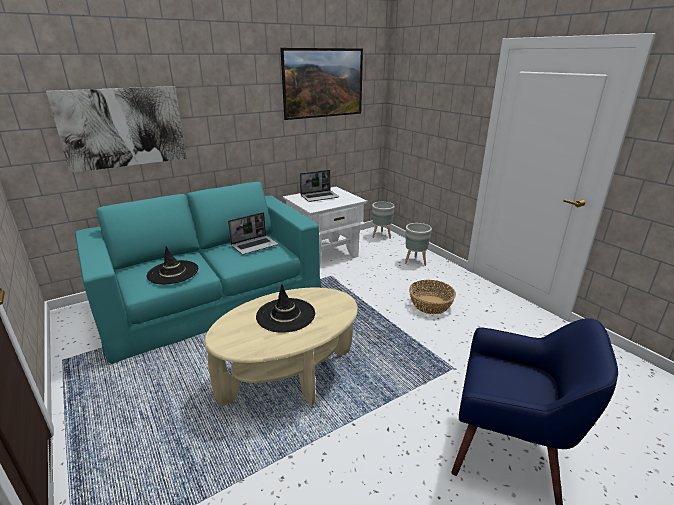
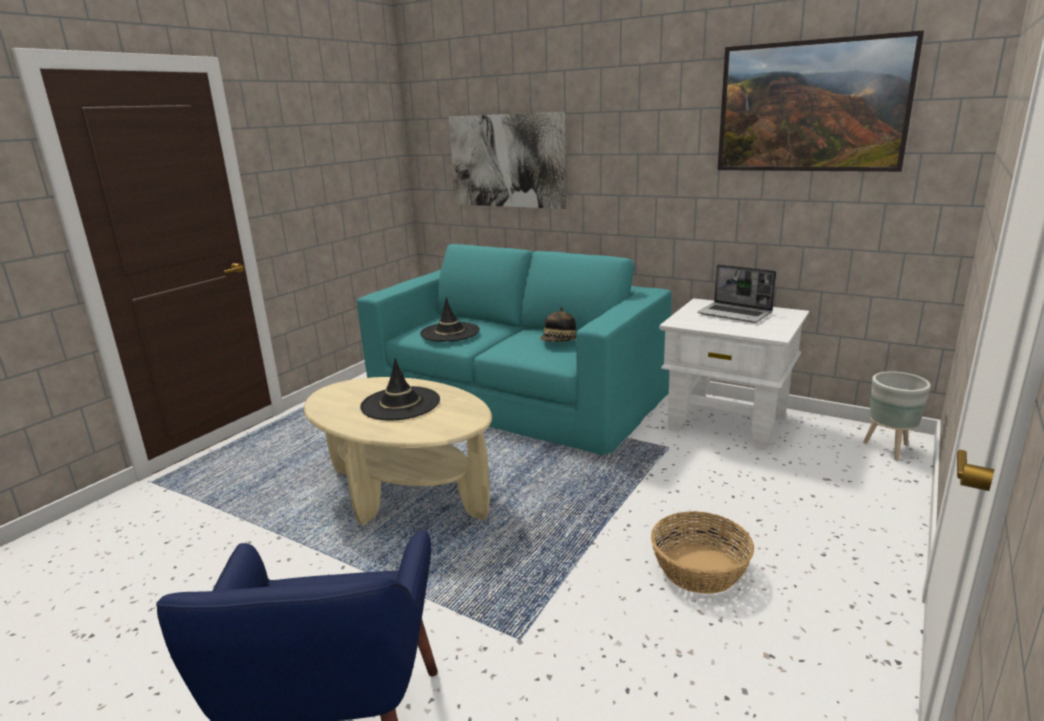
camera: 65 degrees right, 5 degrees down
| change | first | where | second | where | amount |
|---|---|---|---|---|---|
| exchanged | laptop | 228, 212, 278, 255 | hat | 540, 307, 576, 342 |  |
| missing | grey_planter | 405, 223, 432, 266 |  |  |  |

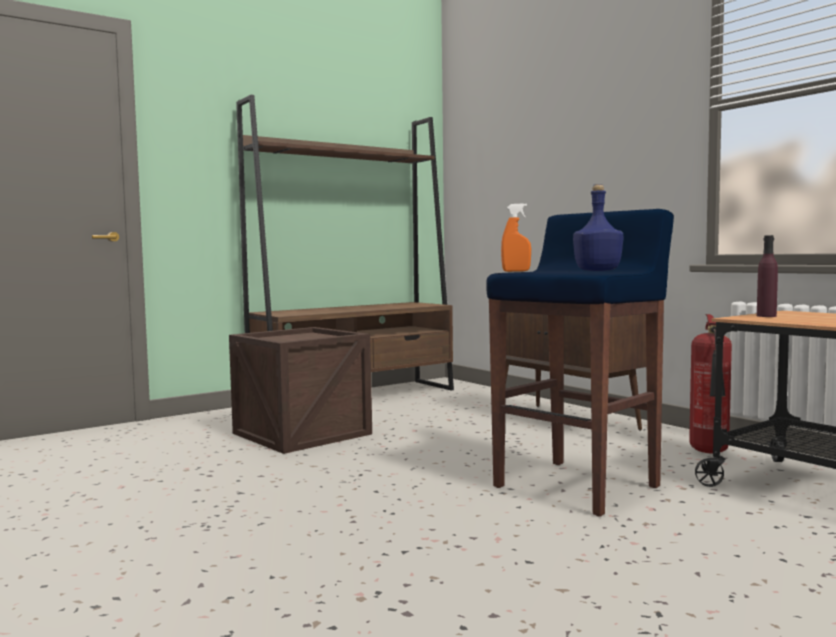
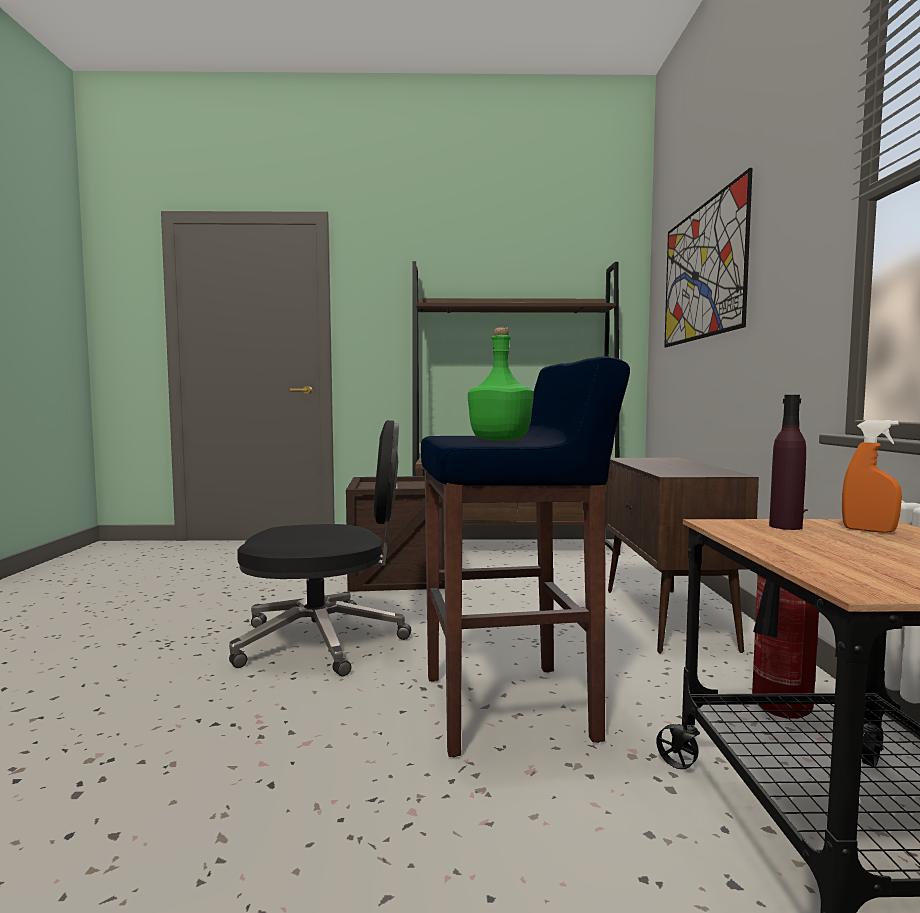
camera: 35 degrees right, 0 degrees up
| change | first | where | second | where | amount |
|---|---|---|---|---|---|
| relocated | orange_spray_bottle | 501, 203, 531, 272 |  | 842, 420, 902, 533 |  |
| colour | blue_bottle | 573, 184, 623, 271 | green_bottle | 468, 327, 533, 440 |  |
| appeared |  |  | black_office_chair | 229, 420, 411, 677 |  |
| appeared |  |  | picture | 664, 168, 753, 347 |  |

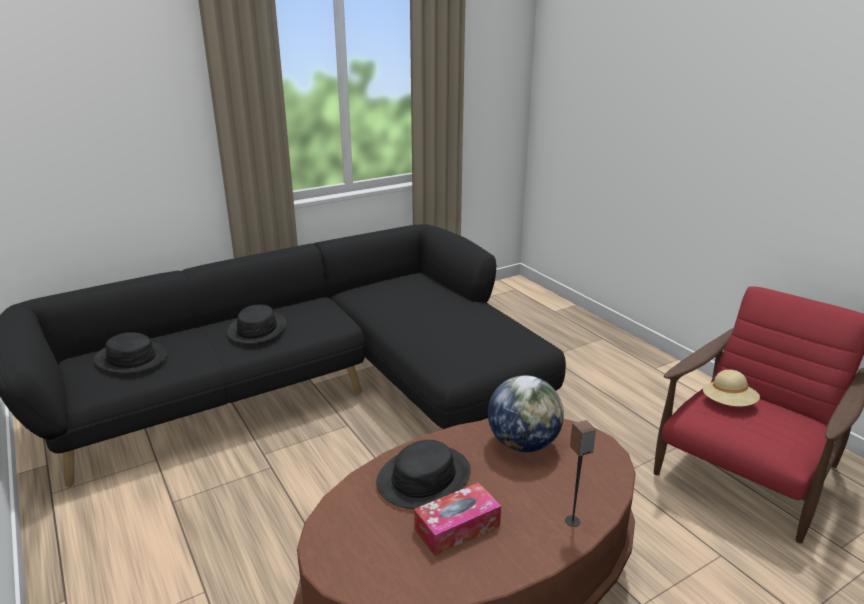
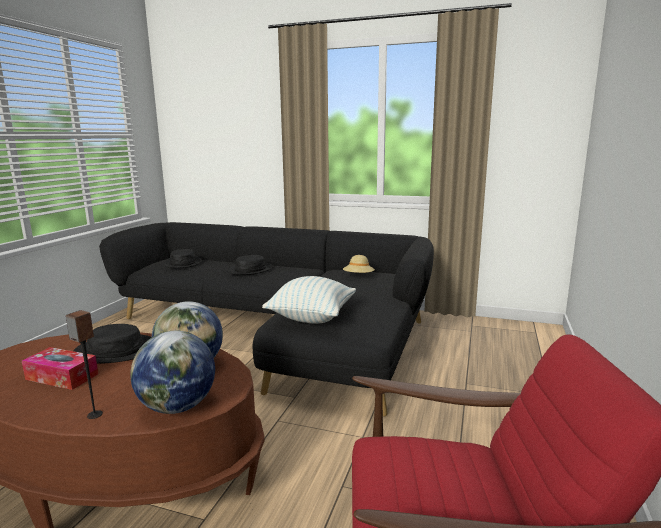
camera: 50 degrees right, 10 degrees down
| change | first | where | second | where | amount |
|---|---|---|---|---|---|
| relocated | beige_hat | 703, 370, 760, 407 |  | 343, 255, 375, 273 |  |
| appeared |  |  | globe | 130, 330, 215, 414 |  |
| appeared |  |  | pillow | 262, 276, 356, 324 |  |

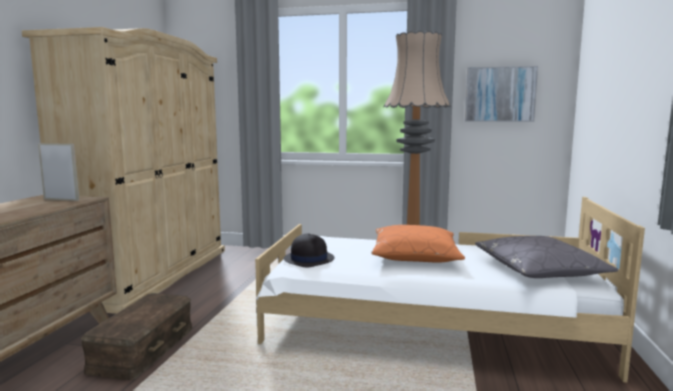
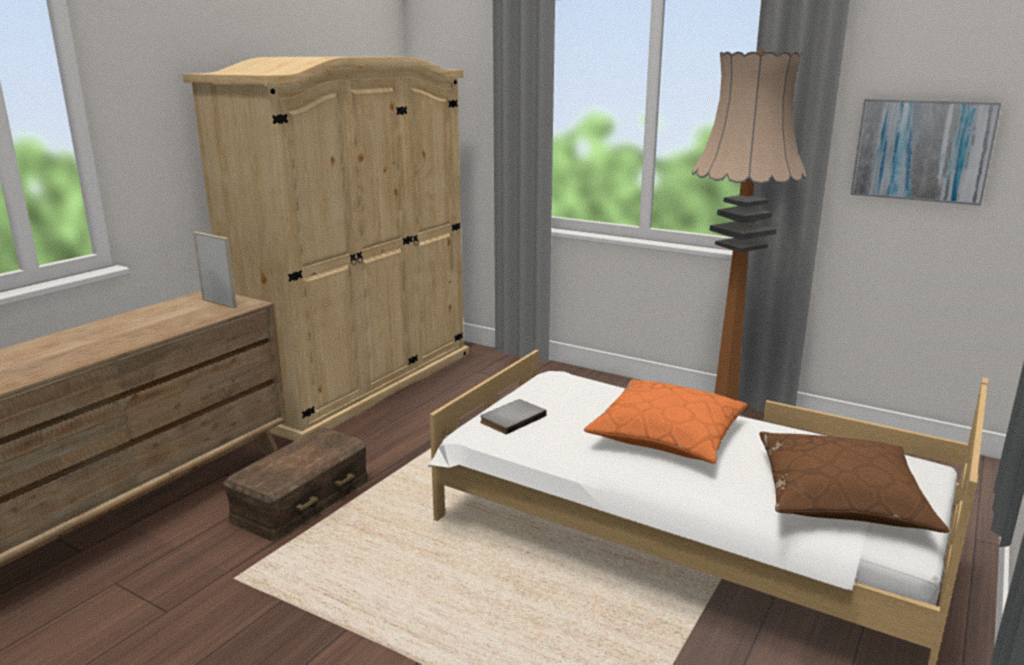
camera: 20 degrees right, 10 degrees up
| change | first | where | second | where | amount |
|---|---|---|---|---|---|
| exchanged | black_hat | 284, 233, 335, 267 | grey_book | 480, 399, 547, 434 |  |
| colour | grey_pillow | 475, 236, 618, 278 | brown_pillow | 760, 432, 949, 533 |  |

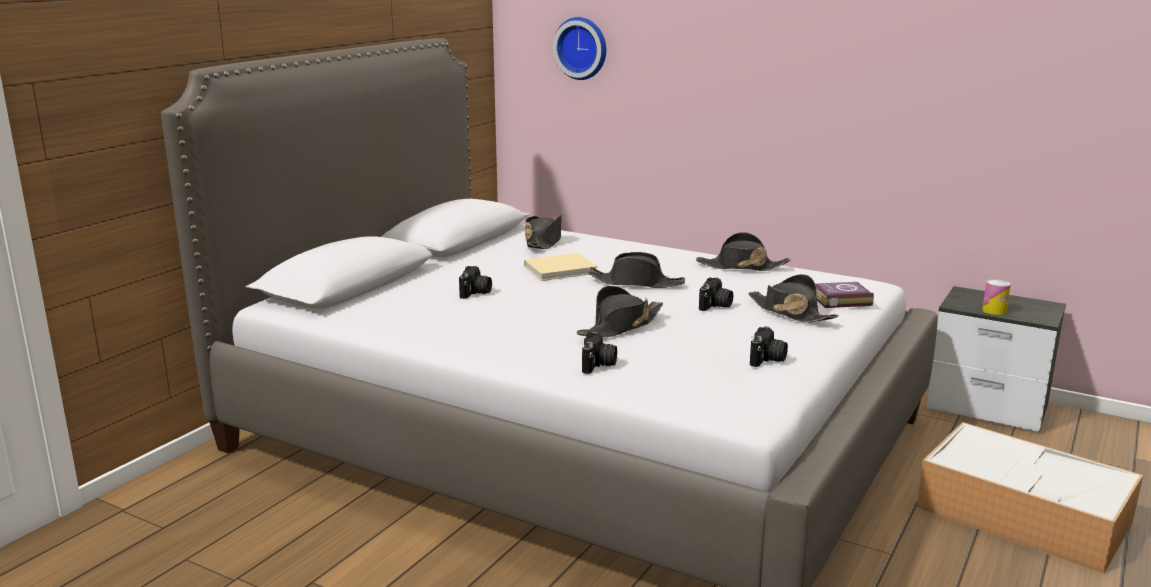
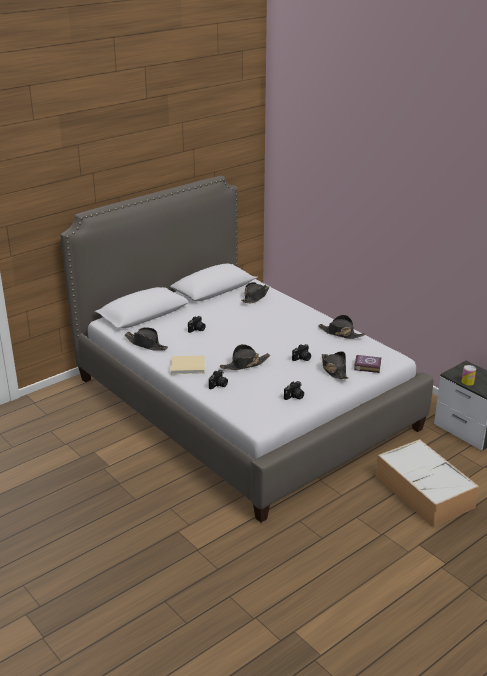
camera: 20 degrees right, 10 degrees up
| change | first | where | second | where | amount |
|---|---|---|---|---|---|
| relocated | beige_book | 524, 253, 598, 281 |  | 170, 355, 205, 374 |  |
| missing | wall_clock | 553, 17, 606, 80 |  |  |  |
| relocated | black_hat | 588, 252, 685, 288 |  | 125, 327, 168, 351 |  |

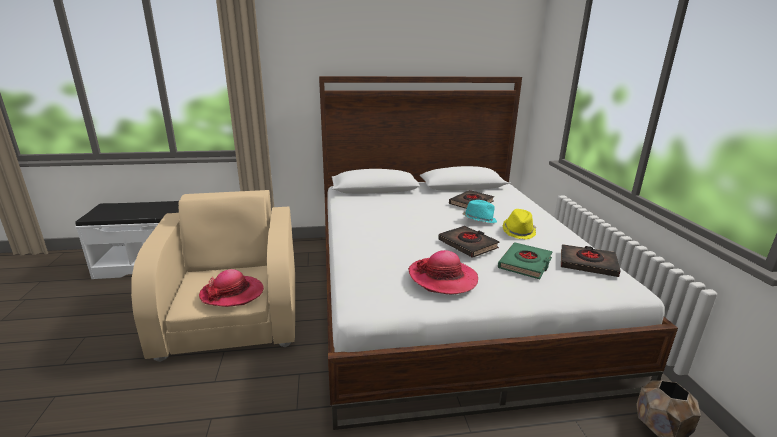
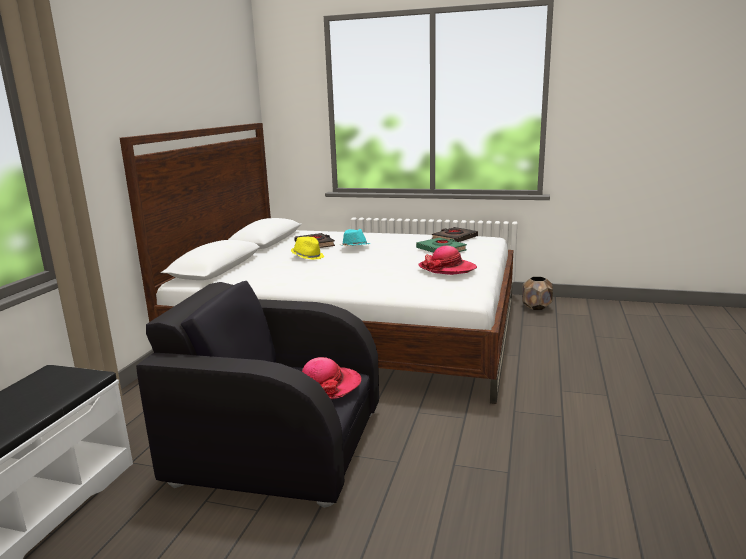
camera: 65 degrees left, 5 degrees down
| change | first | where | second | where | amount |
|---|---|---|---|---|---|
| colour | beige_armchair | 131, 190, 295, 362 | black_armchair | 136, 281, 379, 508 |  |
| missing | black_book | 438, 226, 499, 258 |  |  |  |
| relocated | yellow_hat | 503, 209, 536, 240 |  | 291, 237, 324, 260 |  |

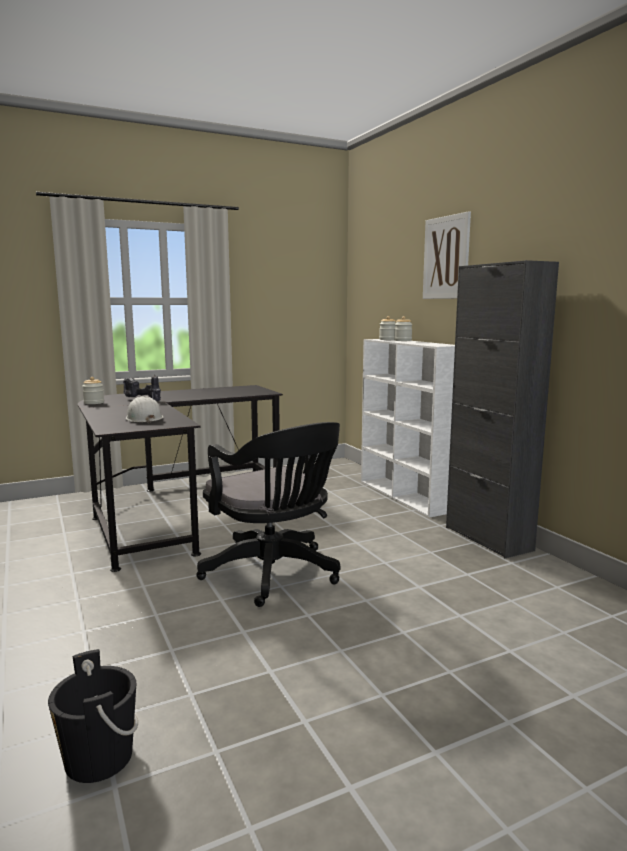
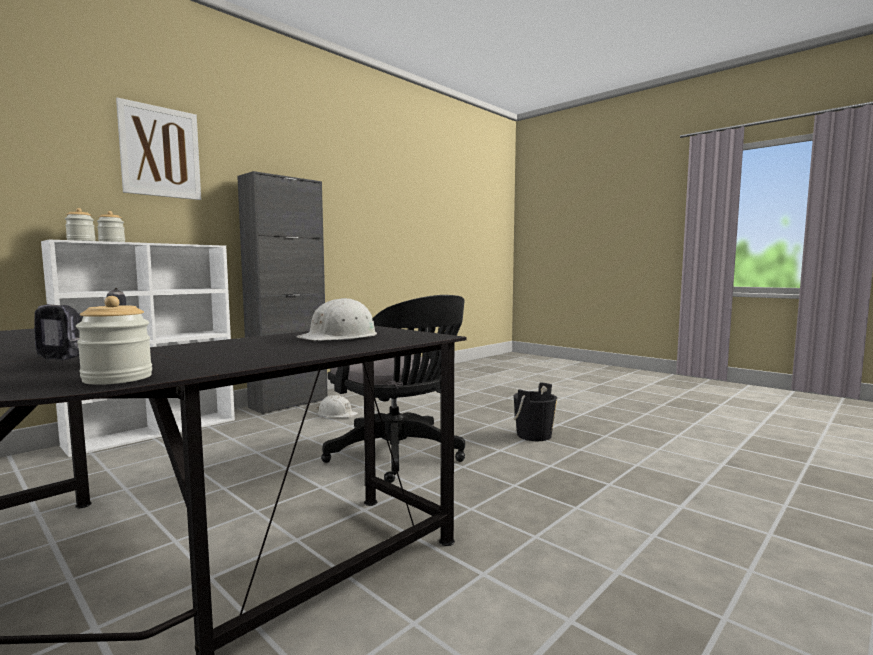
camera: 110 degrees left, 5 degrees down
| change | first | where | second | where | amount |
|---|---|---|---|---|---|
| relocated | black_bucket | 48, 649, 138, 783 |  | 513, 382, 557, 441 |  |
| spun | black_office_chair | 196, 422, 340, 607 |  | 321, 295, 465, 483 | 105 degrees clockwise |
| appeared |  |  | white_hard_hat | 316, 395, 358, 418 |  |

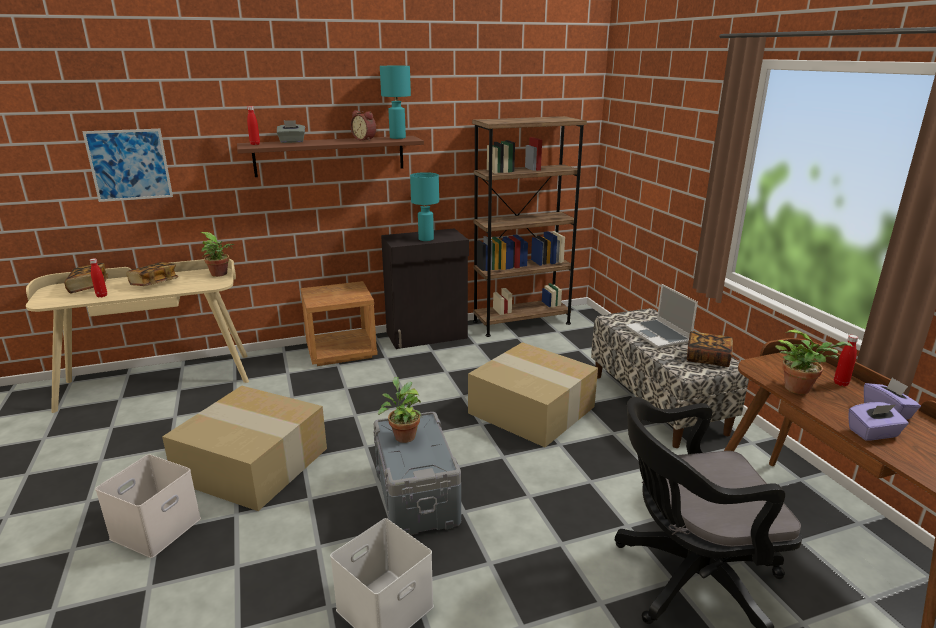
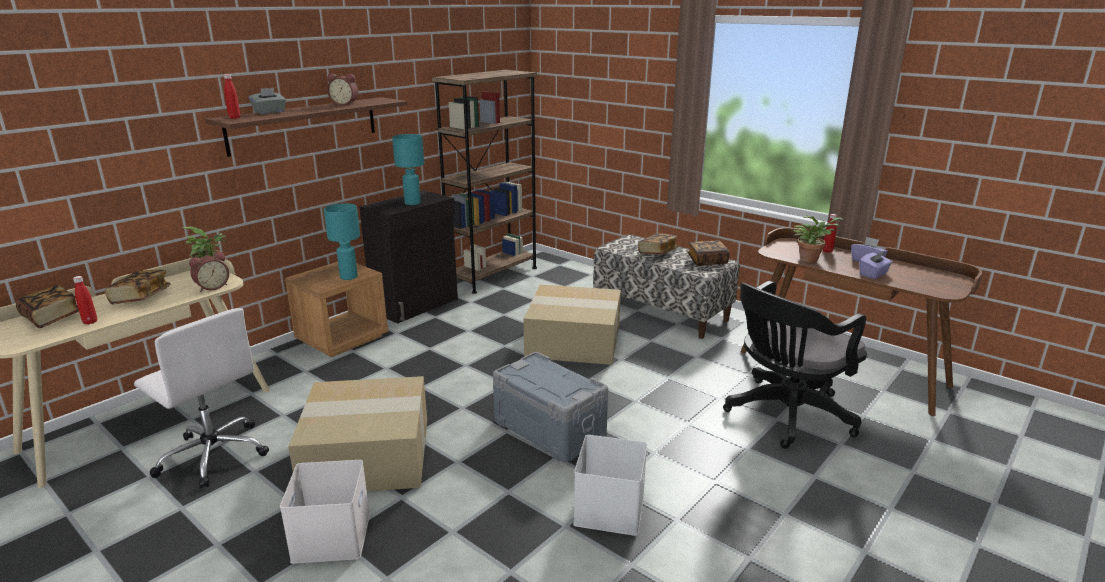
camera: 30 degrees left, 0 degrees up
| change | first | where | second | where | amount |
|---|---|---|---|---|---|
| missing | picture | 82, 129, 173, 202 |  |  |  |
| missing | potted_plant | 378, 377, 422, 443 |  |  |  |
| relocated | turquoise_table_lamp | 380, 66, 411, 139 |  | 324, 203, 360, 280 |  |
| exchanged | laptop | 625, 284, 698, 349 | book | 638, 233, 678, 255 |  |
| appeared |  |  | white_office_chair | 134, 308, 269, 488 |  |
| appeared |  |  | alarm_clock | 189, 252, 229, 292 |  |

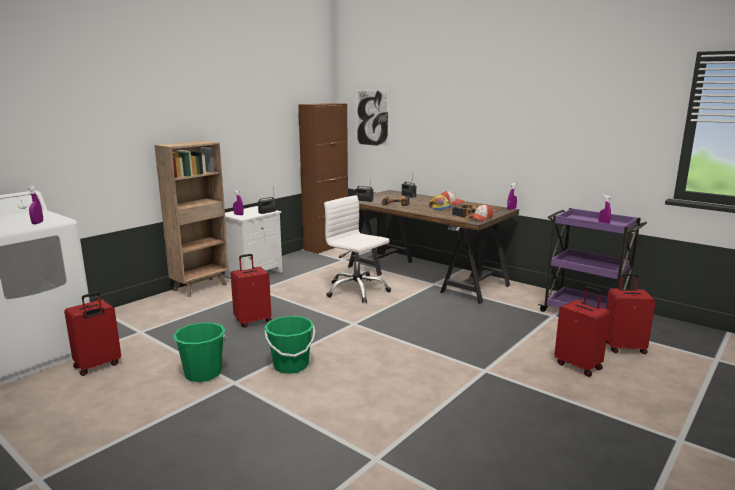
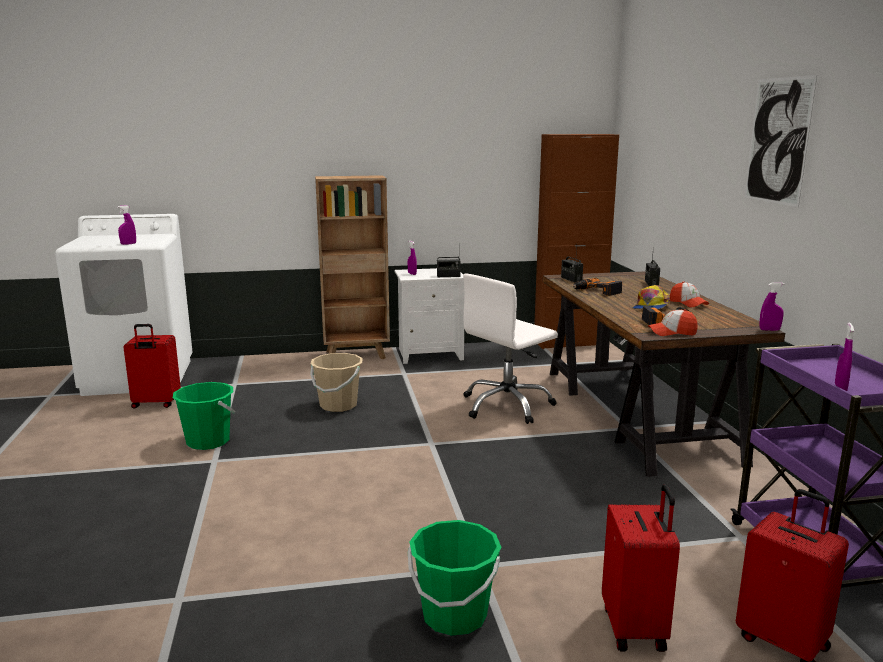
camera: 40 degrees right, 0 degrees up
| change | first | where | second | where | amount |
|---|---|---|---|---|---|
| exchanged | red_suitcase | 230, 254, 272, 328 | beige_bucket | 310, 353, 363, 412 |  |
| relocated | green_bucket | 264, 316, 315, 374 |  | 408, 520, 501, 636 |  |
| spun | white_office_chair | 324, 195, 391, 303 |  | 463, 274, 558, 424 | 120 degrees counterclockwise |
| relocated | picture | 356, 89, 389, 148 |  | 744, 75, 817, 207 |  |

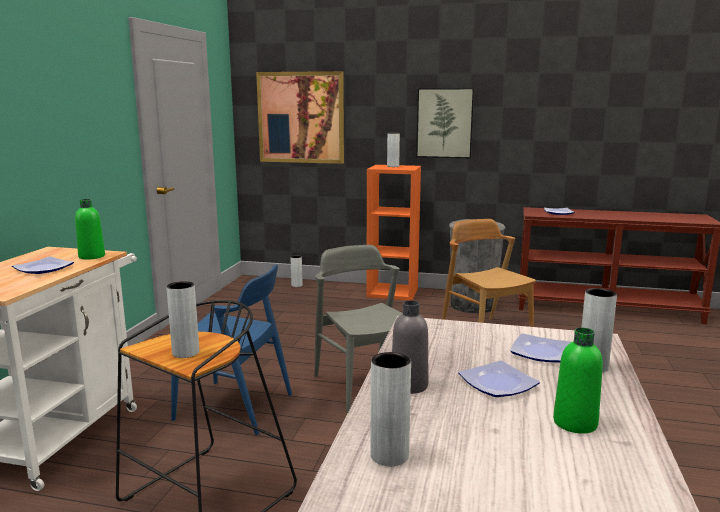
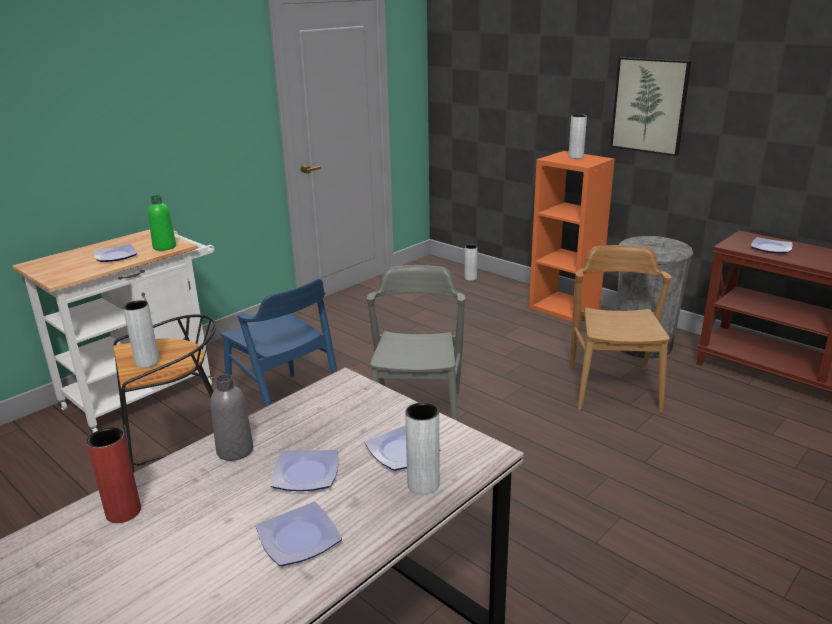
camera: 30 degrees right, 10 degrees up
| change | first | where | second | where | amount |
|---|---|---|---|---|---|
| missing | picture | 256, 71, 344, 164 |  |  |  |
| colour | grey_vase | 370, 352, 411, 466 | red_vase | 86, 427, 141, 523 |  |
| exchanged | green_bottle | 553, 328, 603, 434 | plate | 256, 502, 342, 566 |  |

